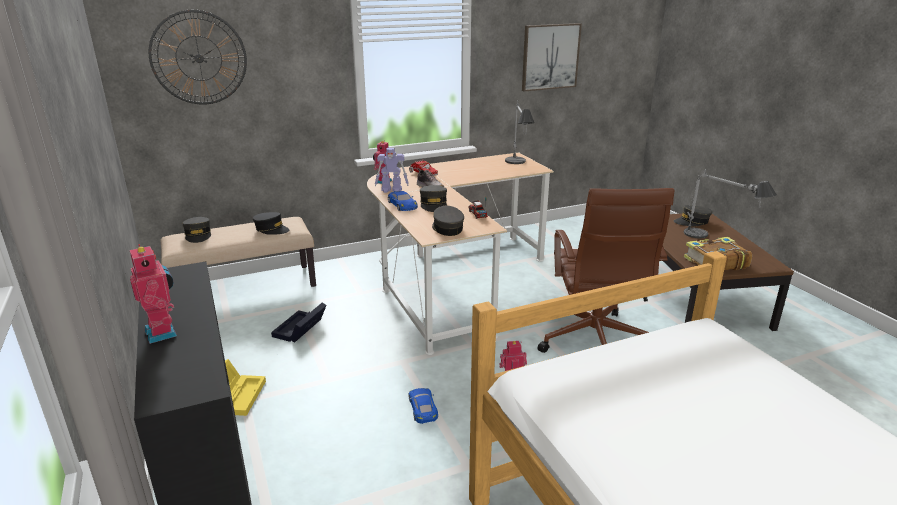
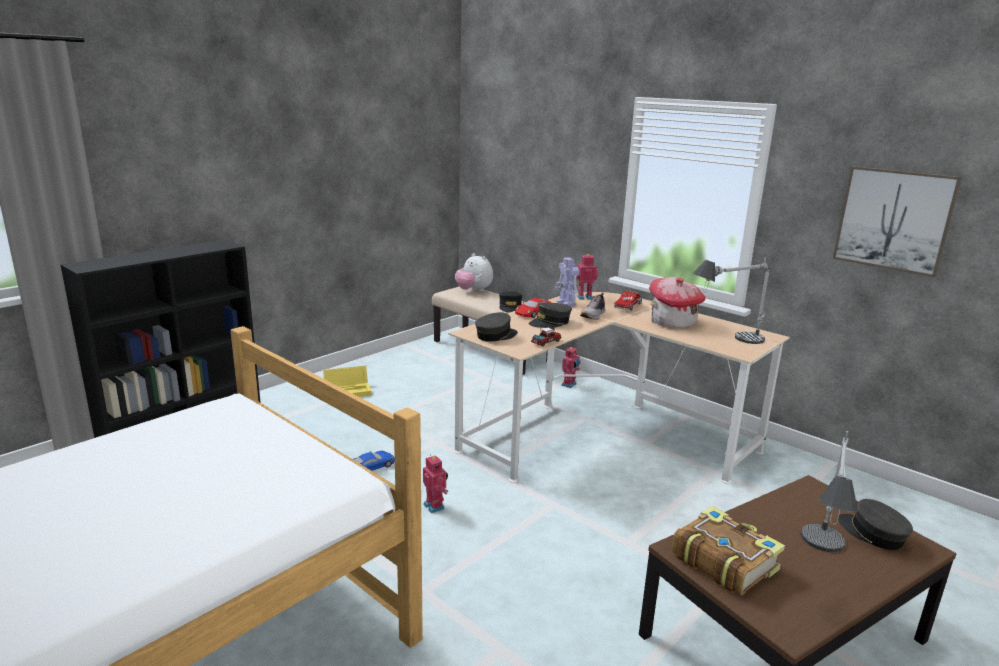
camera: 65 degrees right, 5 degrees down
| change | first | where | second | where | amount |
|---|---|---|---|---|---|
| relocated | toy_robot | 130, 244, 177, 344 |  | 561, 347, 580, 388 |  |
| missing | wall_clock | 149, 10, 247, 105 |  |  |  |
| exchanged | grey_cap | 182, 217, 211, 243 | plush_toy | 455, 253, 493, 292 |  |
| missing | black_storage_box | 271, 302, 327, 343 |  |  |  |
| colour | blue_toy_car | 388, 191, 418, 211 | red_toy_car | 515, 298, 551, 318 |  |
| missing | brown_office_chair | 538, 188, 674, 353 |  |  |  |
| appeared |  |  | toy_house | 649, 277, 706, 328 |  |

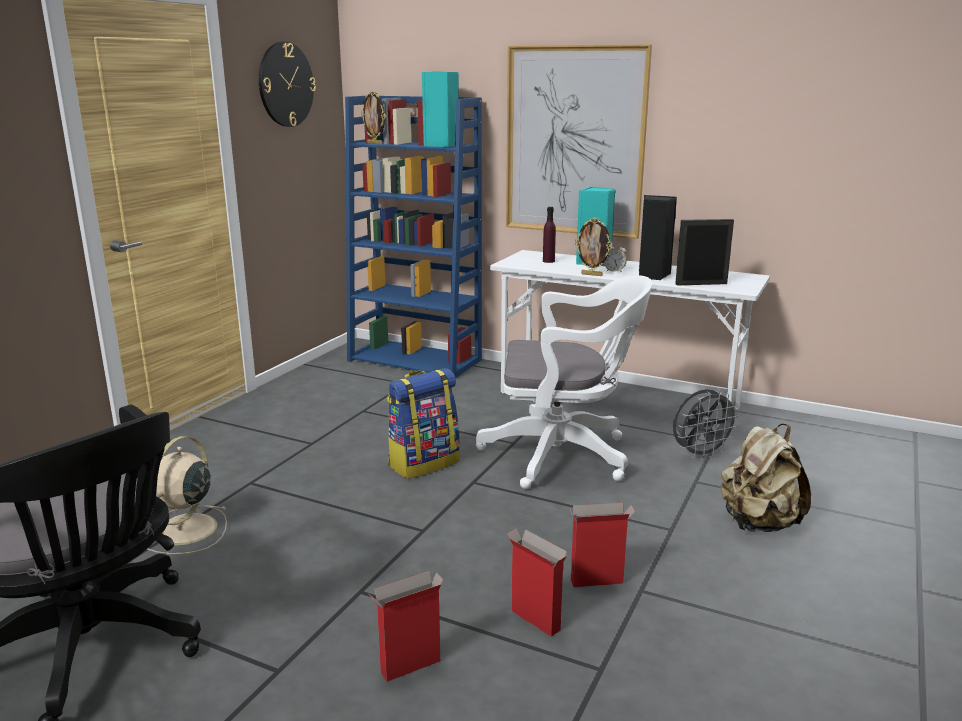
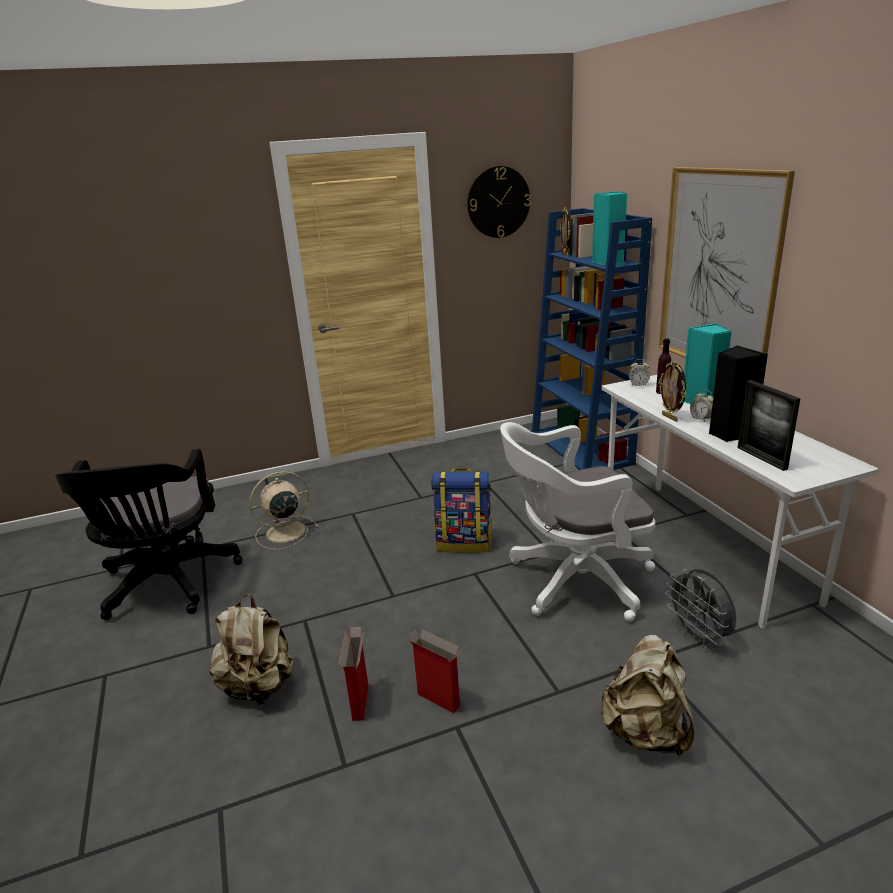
camera: 45 degrees right, 5 degrees up
| change | first | where | second | where | amount |
|---|---|---|---|---|---|
| exchanged | cardboard_box | 369, 571, 443, 682 | beige_backpack | 210, 594, 294, 705 |  |
| spun | white_office_chair | 476, 275, 653, 489 |  | 500, 422, 655, 622 | 120 degrees clockwise |
| spun | grey_fan | 673, 389, 741, 460 |  | 665, 569, 736, 648 | 45 degrees clockwise |
| spun | picture_frame | 675, 219, 734, 286 |  | 738, 380, 801, 471 | 150 degrees counterclockwise |
| appeared |  |  | alarm_clock | 629, 359, 650, 386 |  |

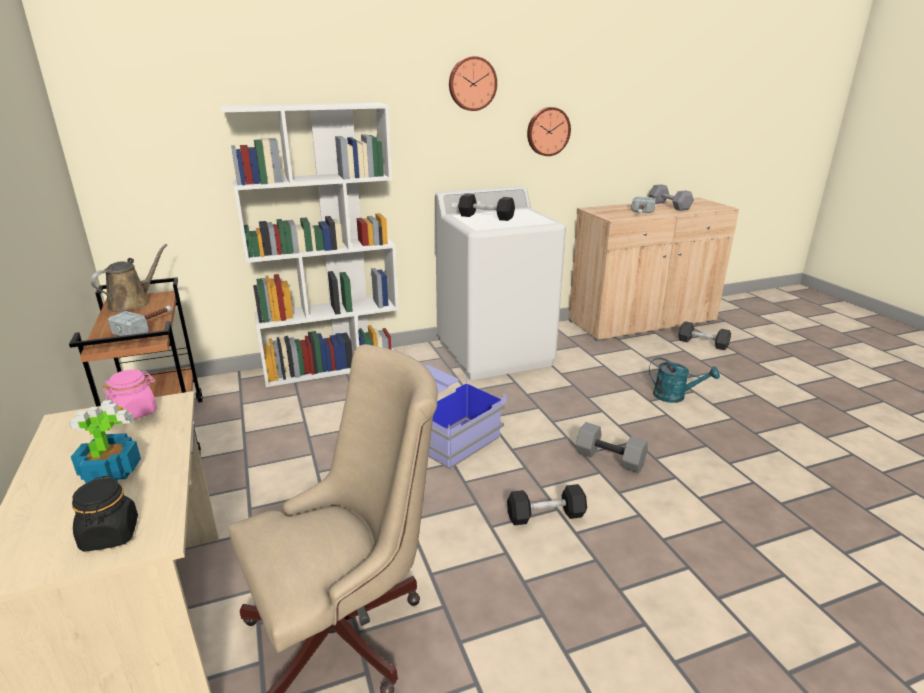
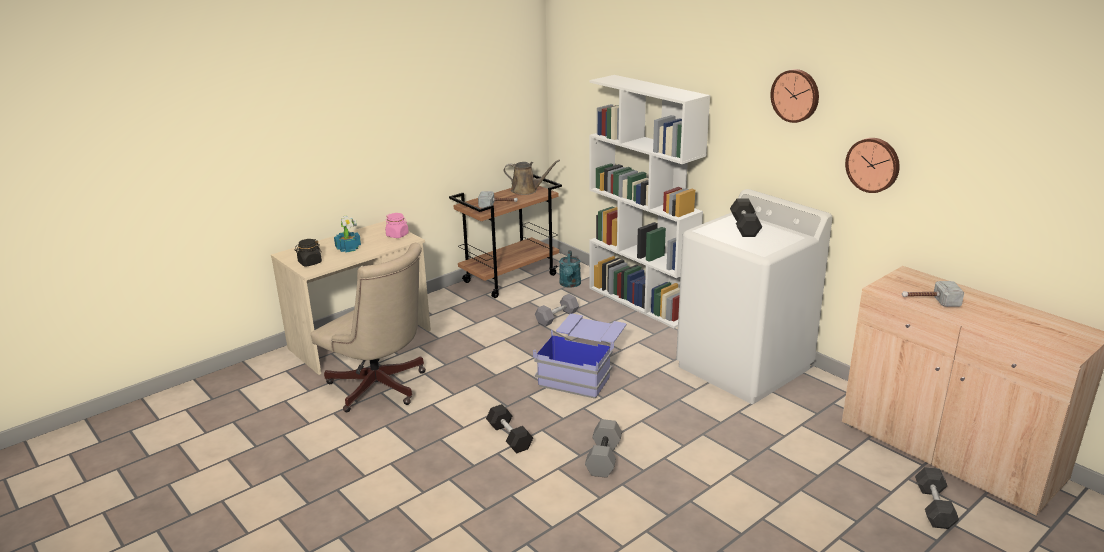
camera: 70 degrees right, 0 degrees up
| change | first | where | second | where | amount |
|---|---|---|---|---|---|
| relocated | grey_dumbbell | 649, 184, 694, 211 |  | 535, 294, 579, 327 |  |
| relocated | turquoise_watering_can | 649, 357, 720, 403 |  | 559, 250, 581, 288 |  |

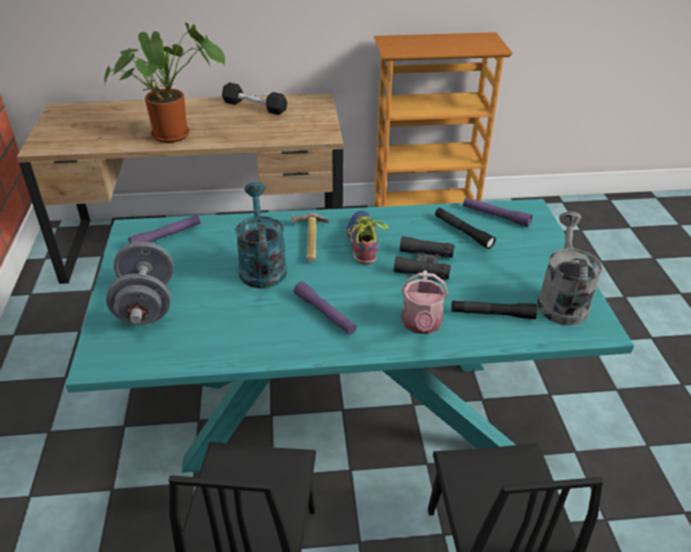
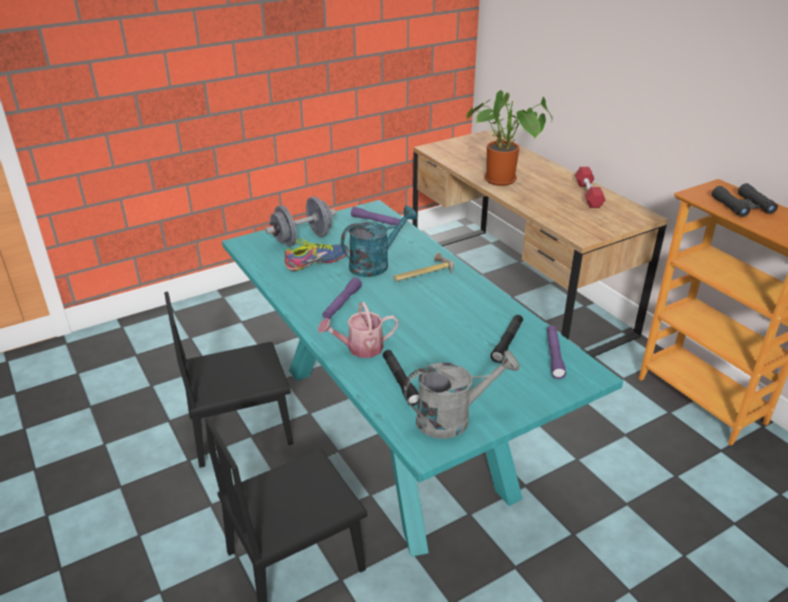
camera: 65 degrees right, 5 degrees down
| change | first | where | second | where | amount |
|---|---|---|---|---|---|
| colour | black_dumbbell | 222, 82, 287, 115 | red_dumbbell | 575, 167, 605, 208 |  |
| relocated | shoe | 346, 211, 389, 264 |  | 284, 239, 349, 271 |  |
| relocated | black_binoculars | 394, 236, 454, 279 |  | 712, 183, 778, 217 |  |

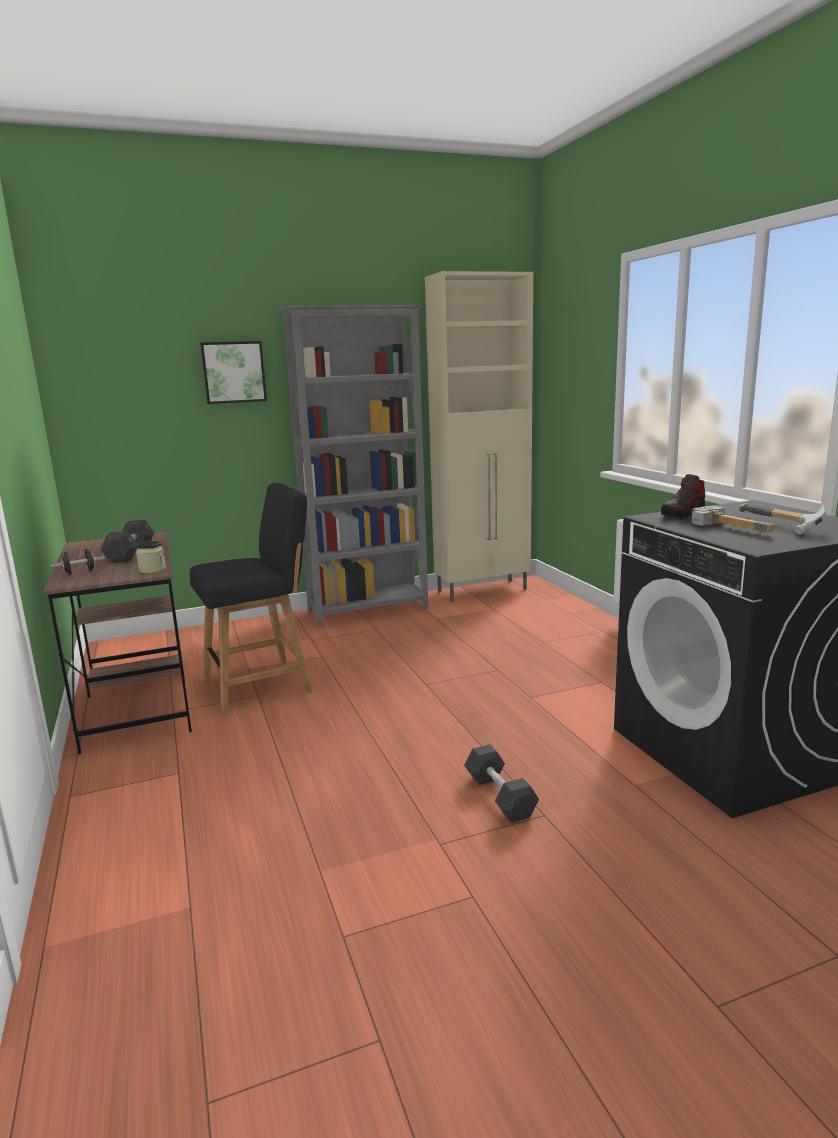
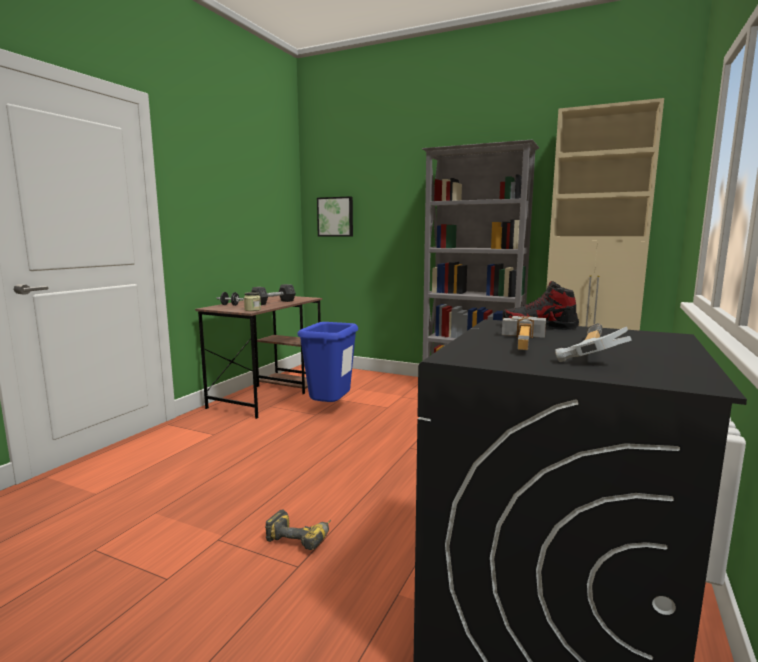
camera: 45 degrees right, 5 degrees down
| change | first | where | second | where | amount |
|---|---|---|---|---|---|
| exchanged | black_chair | 189, 483, 312, 714 | blue_trash_can | 297, 322, 358, 402 |  |
| relocated | picture | 200, 341, 267, 404 |  | 317, 196, 353, 236 |  |
| exchanged | grey_dumbbell | 464, 744, 539, 823 | power_drill | 265, 509, 331, 550 |  |

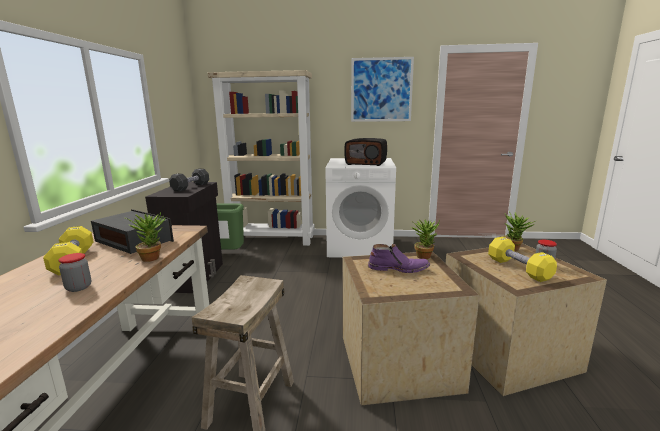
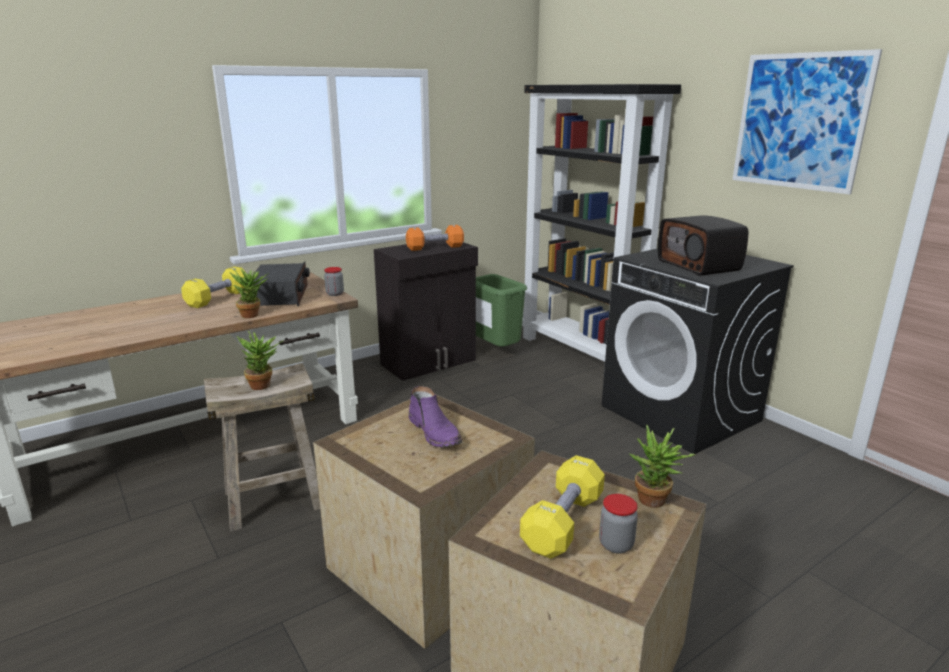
camera: 50 degrees right, 5 degrees up
| change | first | where | second | where | amount |
|---|---|---|---|---|---|
| relocated | jar | 58, 253, 91, 292 |  | 324, 267, 344, 296 |  |
| colour | black_dumbbell | 169, 169, 209, 192 | orange_dumbbell | 406, 225, 464, 251 |  |
| colour | beige_bookcase | 208, 70, 315, 246 | black_bookcase | 522, 84, 681, 369 |  |
| colour | white_washing_machine | 325, 158, 396, 258 | black_washing_machine | 602, 249, 794, 454 |  |
| relocated | potted_plant | 411, 220, 440, 259 |  | 237, 331, 283, 390 |  |

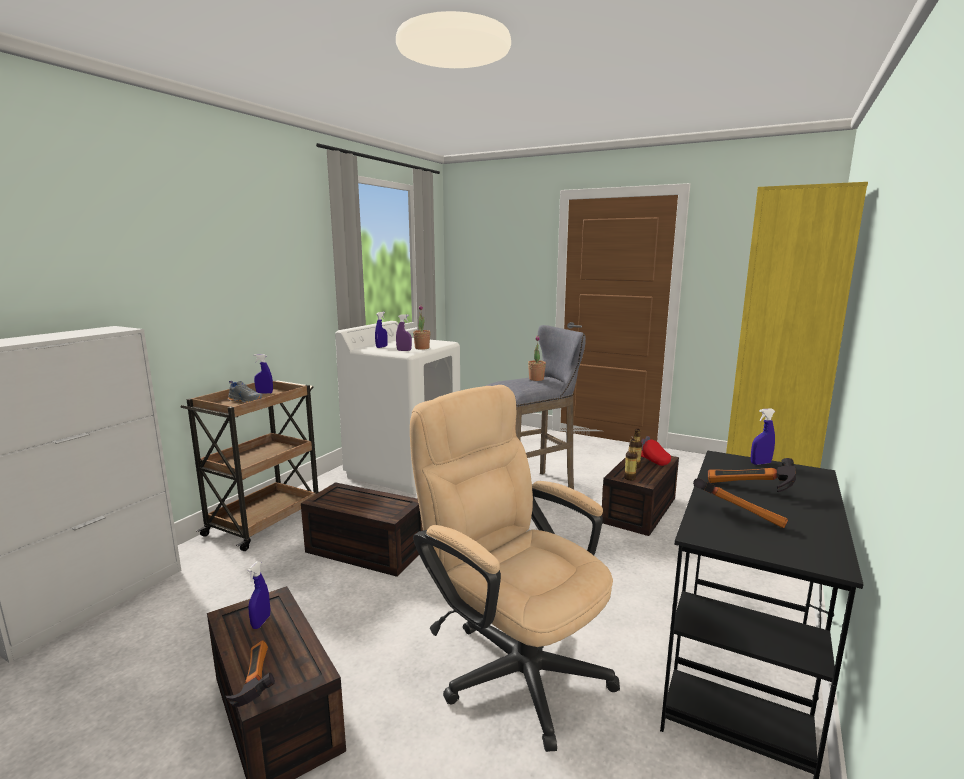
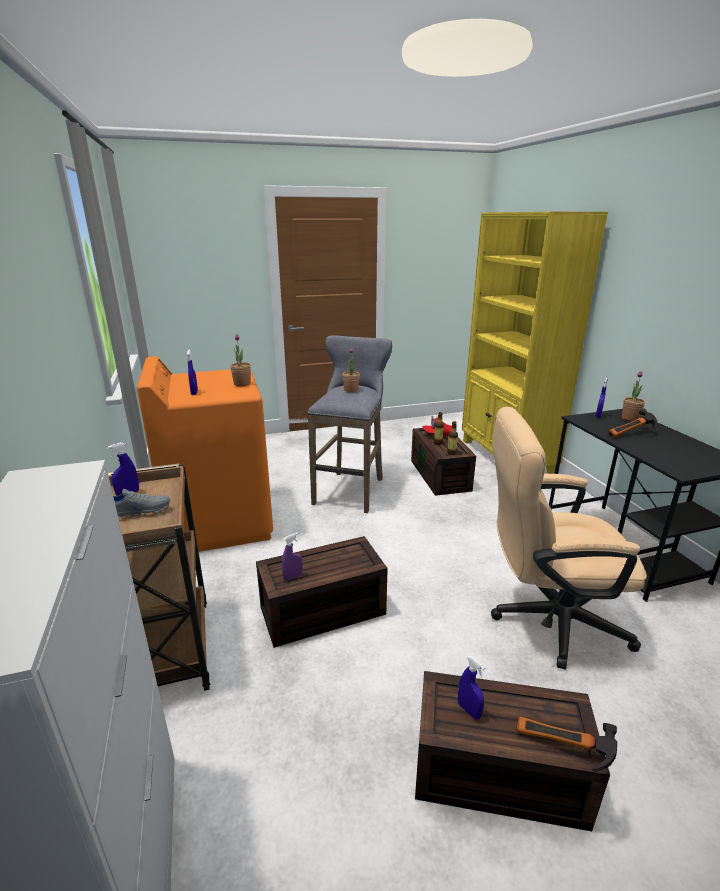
camera: 45 degrees left, 10 degrees up
| change | first | where | second | where | amount |
|---|---|---|---|---|---|
| colour | white_washing_machine | 335, 321, 460, 494 | orange_washing_machine | 137, 356, 273, 552 |  |
| relocated | purple_spray_bottle | 396, 314, 412, 351 |  | 282, 532, 303, 581 |  |
| missing | hammer | 693, 477, 788, 528 |  |  |  |
| appeared |  |  | potted_plant | 622, 372, 645, 421 |  |

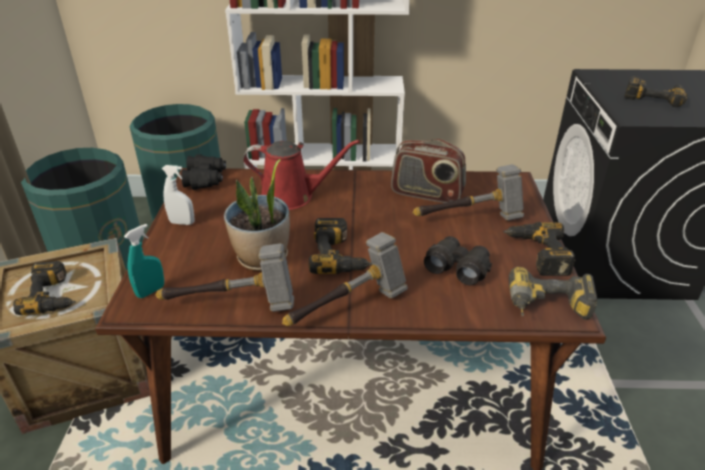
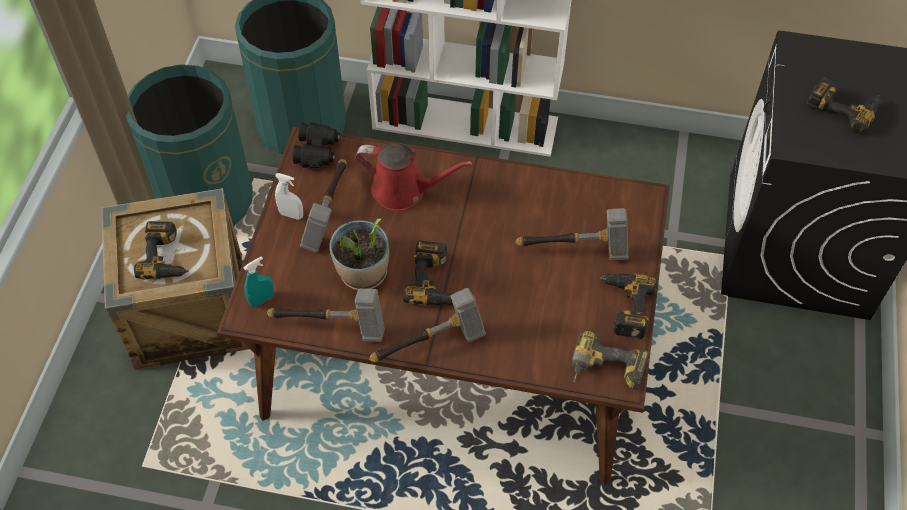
camera: 10 degrees right, 20 degrees up
| change | first | where | second | where | amount |
|---|---|---|---|---|---|
| missing | radio | 391, 139, 466, 203 |  |  |  |
| missing | black_binoculars | 424, 236, 492, 286 |  |  |  |
| appeared |  |  | hammer | 300, 159, 347, 253 |  |

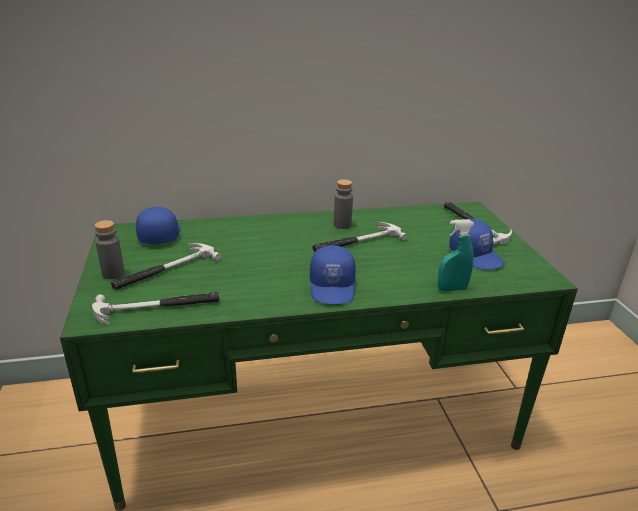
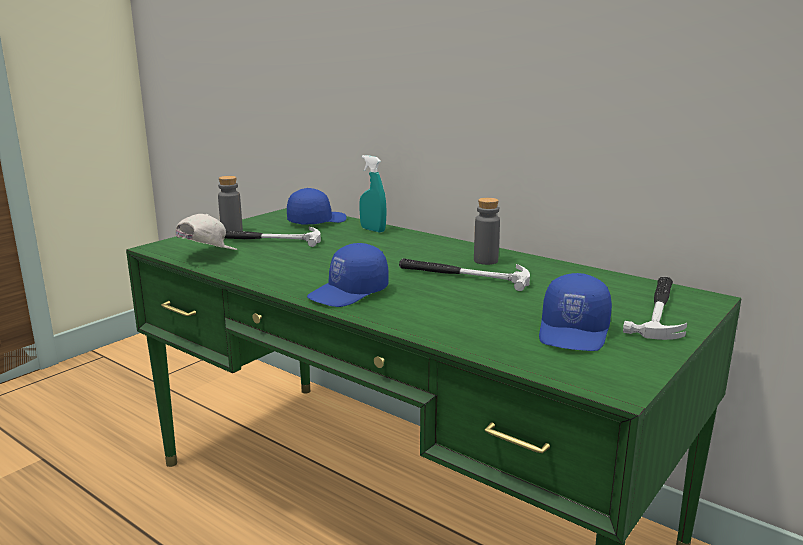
camera: 50 degrees right, 10 degrees down
| change | first | where | second | where | amount |
|---|---|---|---|---|---|
| exchanged | hammer | 92, 292, 220, 326 | white_cap | 175, 214, 237, 250 |  |
| relocated | turquoise_spray_bottle | 438, 219, 474, 291 |  | 359, 155, 387, 232 |  |

